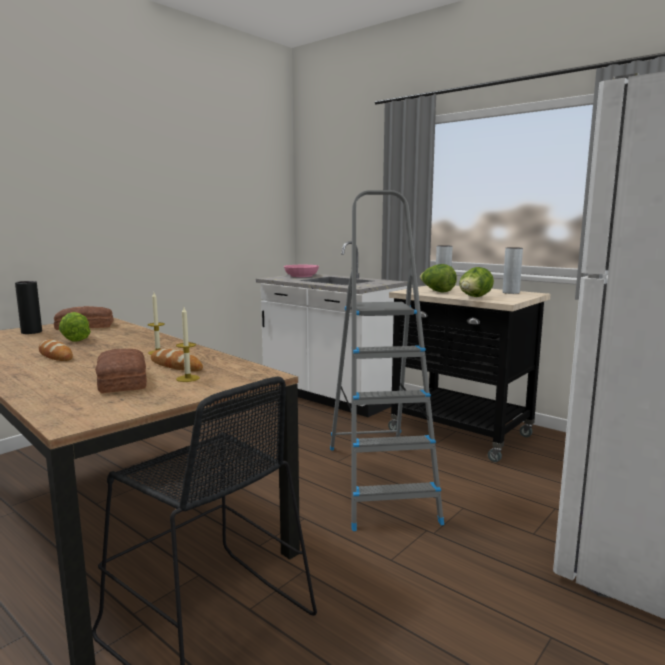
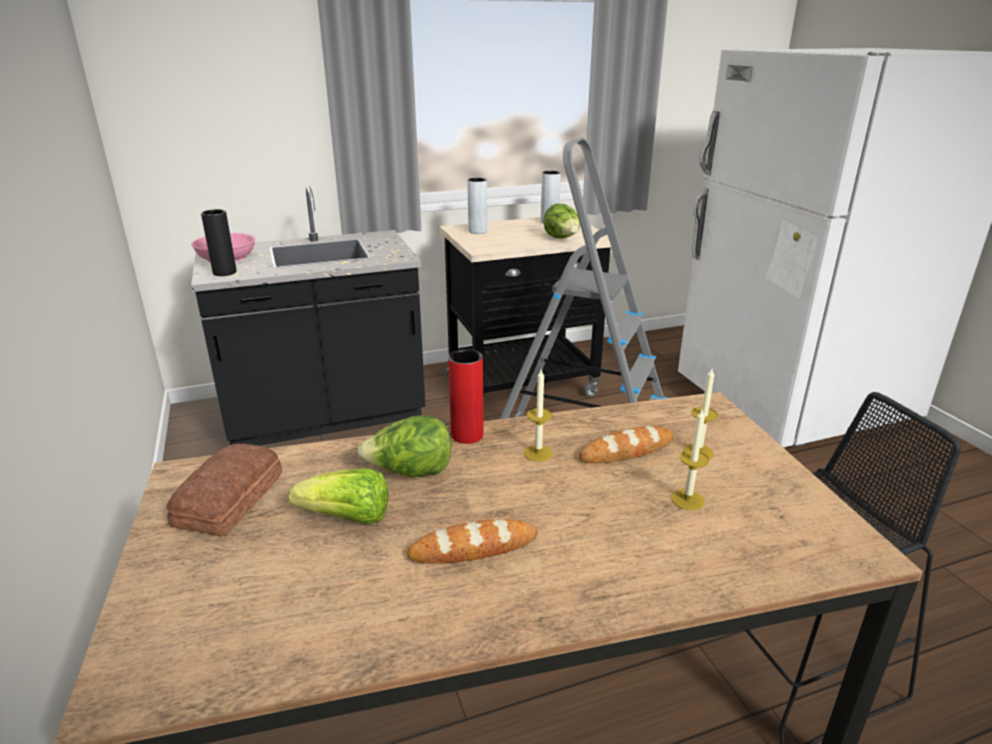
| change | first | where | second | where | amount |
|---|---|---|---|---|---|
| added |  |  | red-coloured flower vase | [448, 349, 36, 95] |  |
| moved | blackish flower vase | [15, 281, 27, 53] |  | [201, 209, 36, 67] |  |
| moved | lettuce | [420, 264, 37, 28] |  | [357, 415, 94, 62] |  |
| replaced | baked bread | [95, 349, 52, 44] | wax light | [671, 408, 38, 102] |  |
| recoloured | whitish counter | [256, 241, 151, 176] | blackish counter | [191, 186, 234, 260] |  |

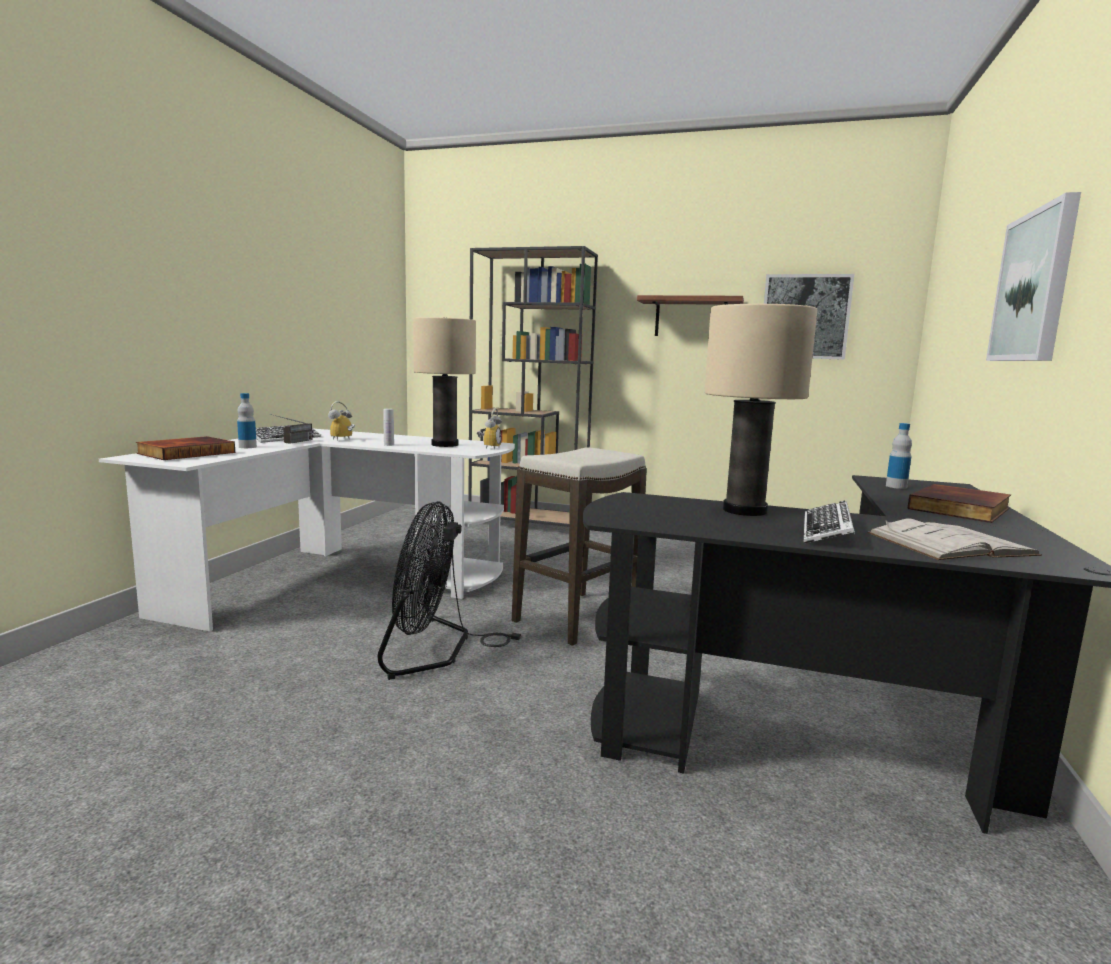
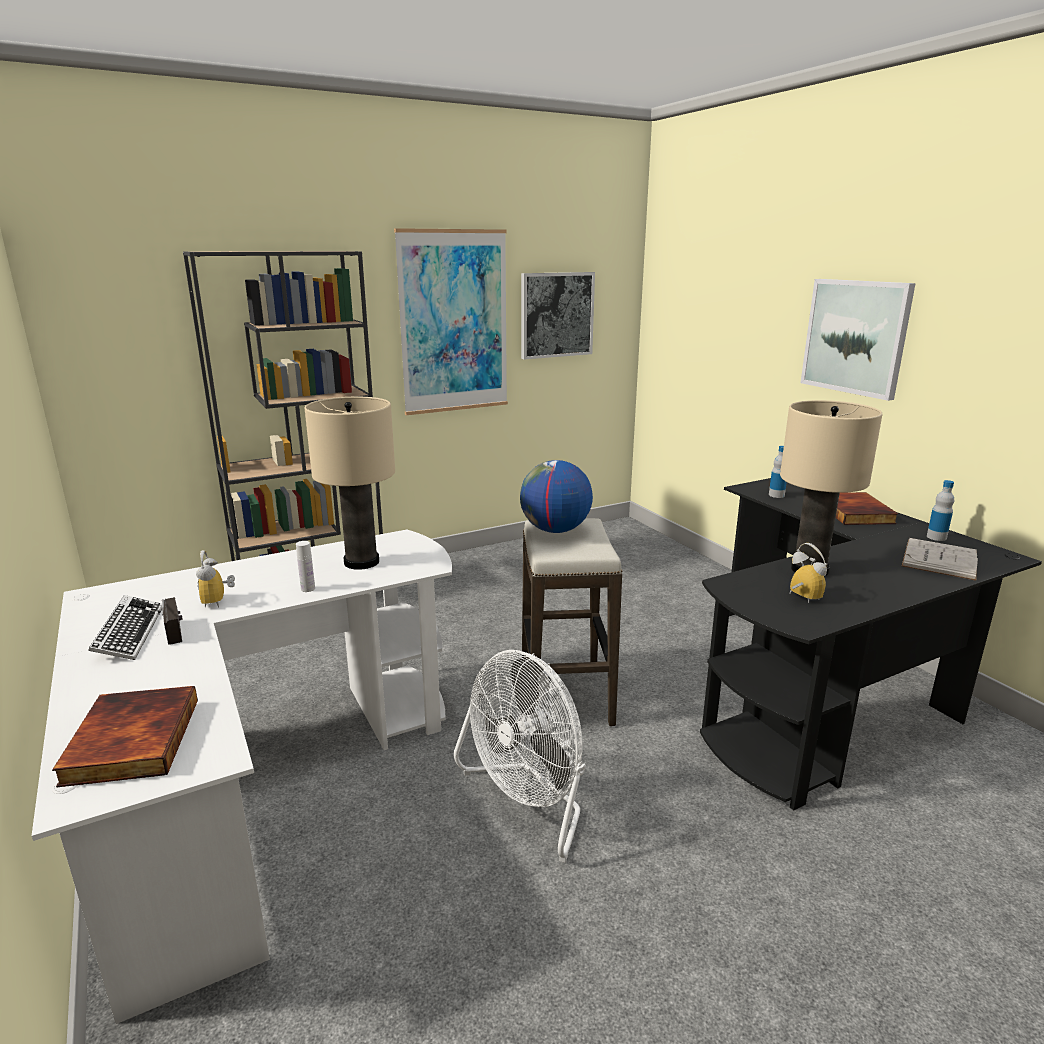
| change | first | where | second | where | amount |
|---|---|---|---|---|---|
| removed | computer keyboard | [803, 500, 52, 44] |  |  |  |
| added |  |  | world globe | [520, 460, 73, 73] |  |
| moved | drink bottle | [237, 393, 20, 55] |  | [927, 480, 27, 61] |  |
| moved | bedside clock | [477, 408, 25, 41] |  | [789, 543, 38, 60] |  |
| replaced | wall shelf | [637, 295, 107, 41] | picture | [394, 228, 114, 187] |  |
| recoloured | blackish cooling fan | [378, 501, 145, 179] | whitish cooling fan | [454, 650, 132, 213] |  |

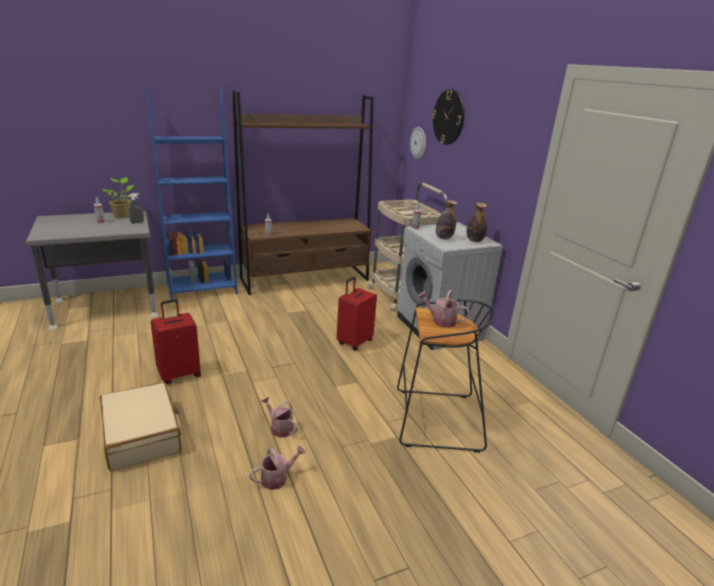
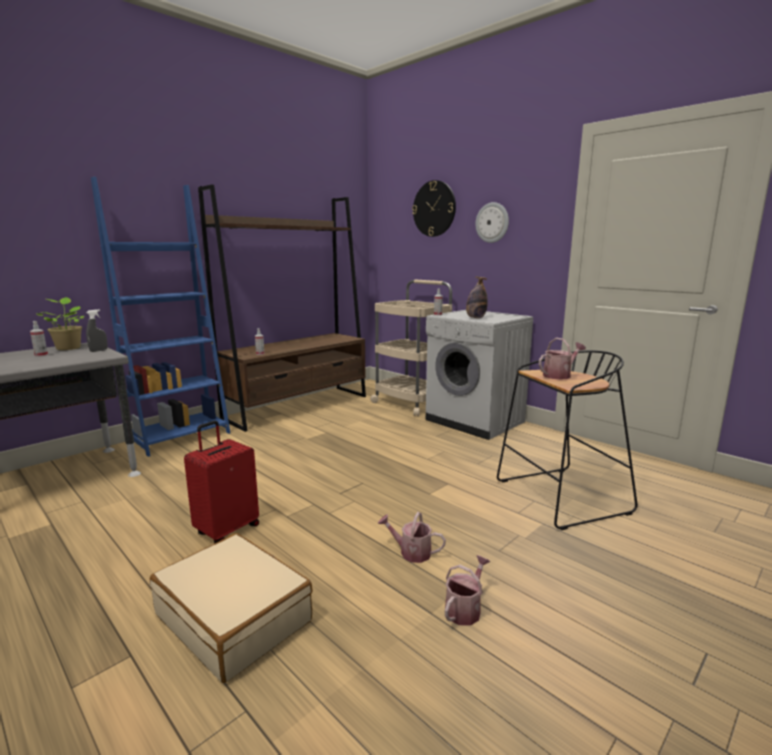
| change | first | where | second | where | amount |
|---|---|---|---|---|---|
| removed | red-coloured piece of luggage | [337, 277, 40, 74] |  |  |  |
| removed | drink bottle | [467, 203, 20, 39] |  |  |  |
| moved | clock on the wall | [410, 127, 16, 32] |  | [475, 202, 34, 41] |  |
| turned | sprinkling can | [417, 290, 53, 38] |  | [539, 338, 47, 42] | 150 degrees clockwise |

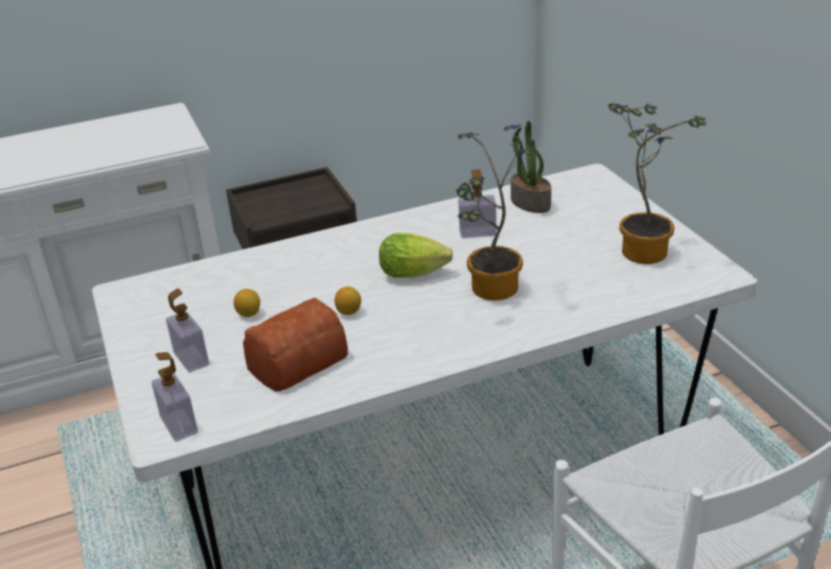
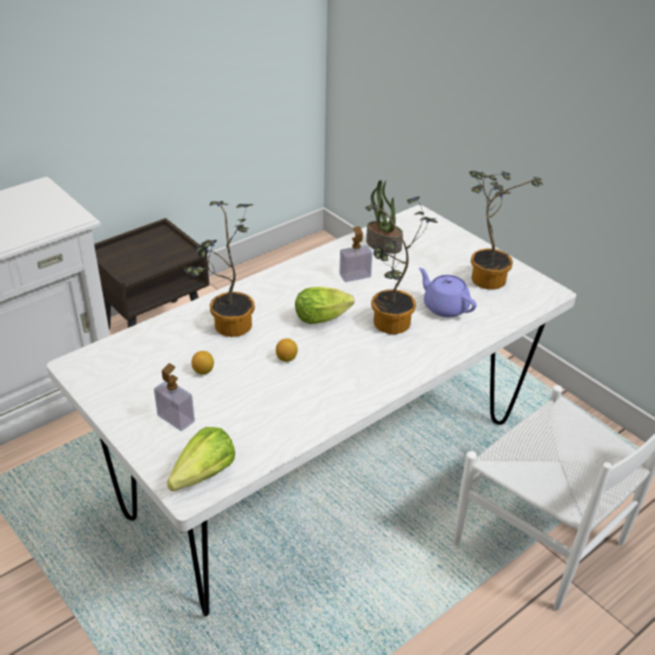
| change | first | where | second | where | amount |
|---|---|---|---|---|---|
| removed | baked bread | [243, 298, 105, 93] |  |  |  |
| added |  |  | plant in a pot | [184, 201, 71, 136] |  |
| added |  |  | purple tea pot | [419, 267, 58, 50] |  |
| replaced | soap bottle | [152, 352, 46, 90] | lettuce | [167, 427, 68, 64] |  |

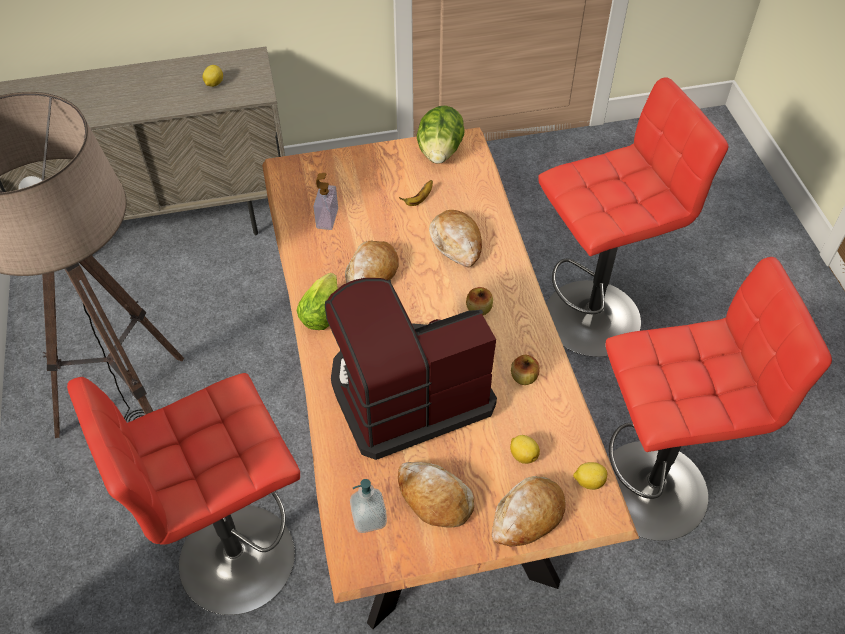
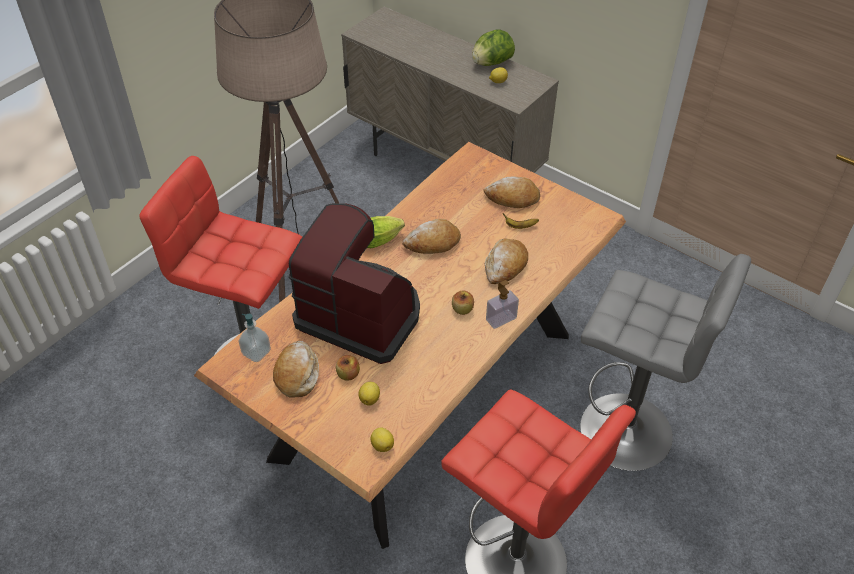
| change | first | where | second | where | amount |
|---|---|---|---|---|---|
| moved | soap bottle | [313, 173, 25, 57] |  | [486, 280, 33, 49] |  |
| moved | lettuce | [417, 105, 47, 59] |  | [472, 30, 43, 36] |  |
| moved | baked bread | [492, 476, 73, 71] |  | [484, 176, 56, 32] |  |
| moved | apple fruit | [511, 355, 29, 30] |  | [336, 355, 24, 26] |  |
| recoloured | red-coloured sitting stool | [538, 77, 190, 280] | greyish sitting stool | [580, 254, 171, 217] |  |

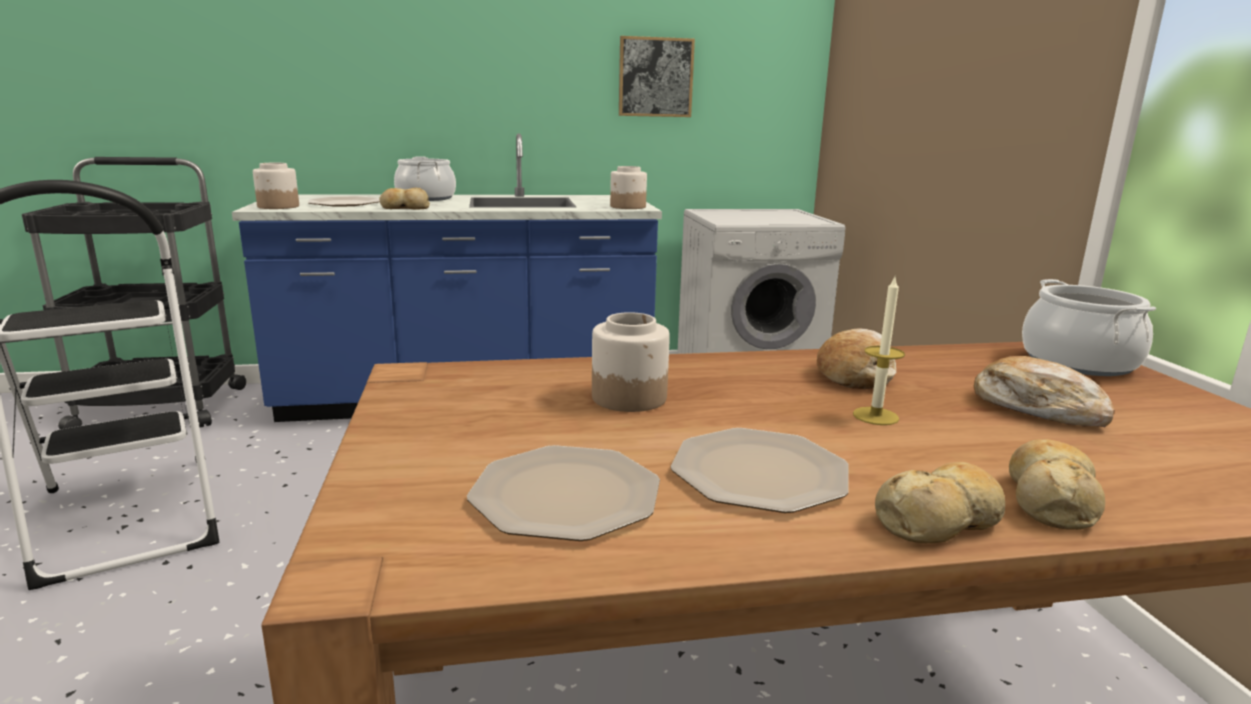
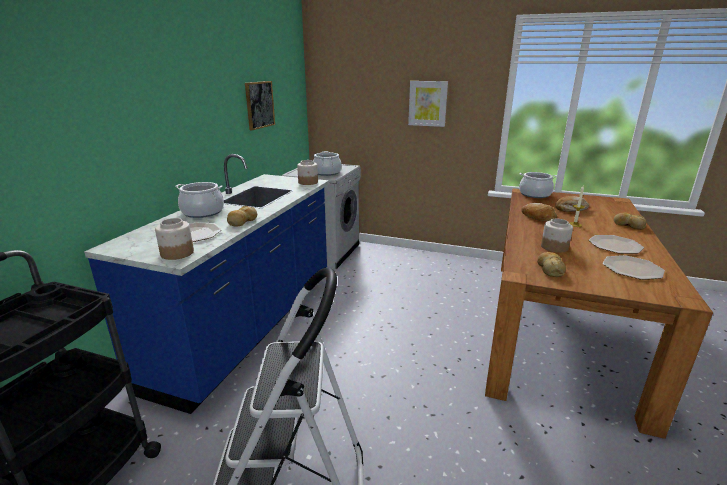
| change | first | where | second | where | amount |
|---|---|---|---|---|---|
| added |  |  | saucepot | [313, 151, 29, 25] |  |
| added |  |  | picture | [408, 81, 40, 46] |  |
| moved | baked bread | [875, 462, 130, 82] |  | [537, 252, 29, 25] |  |

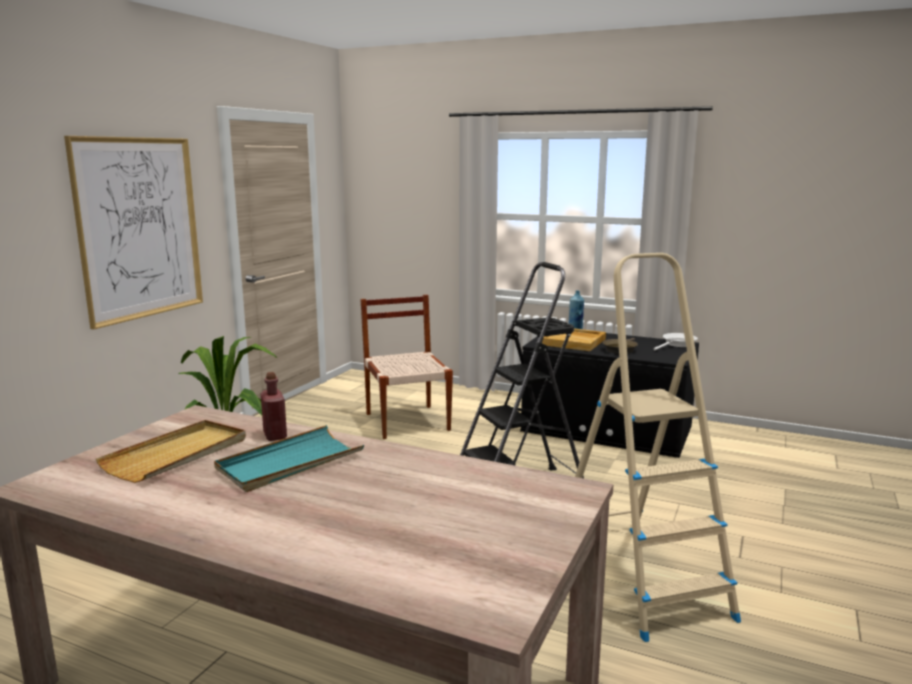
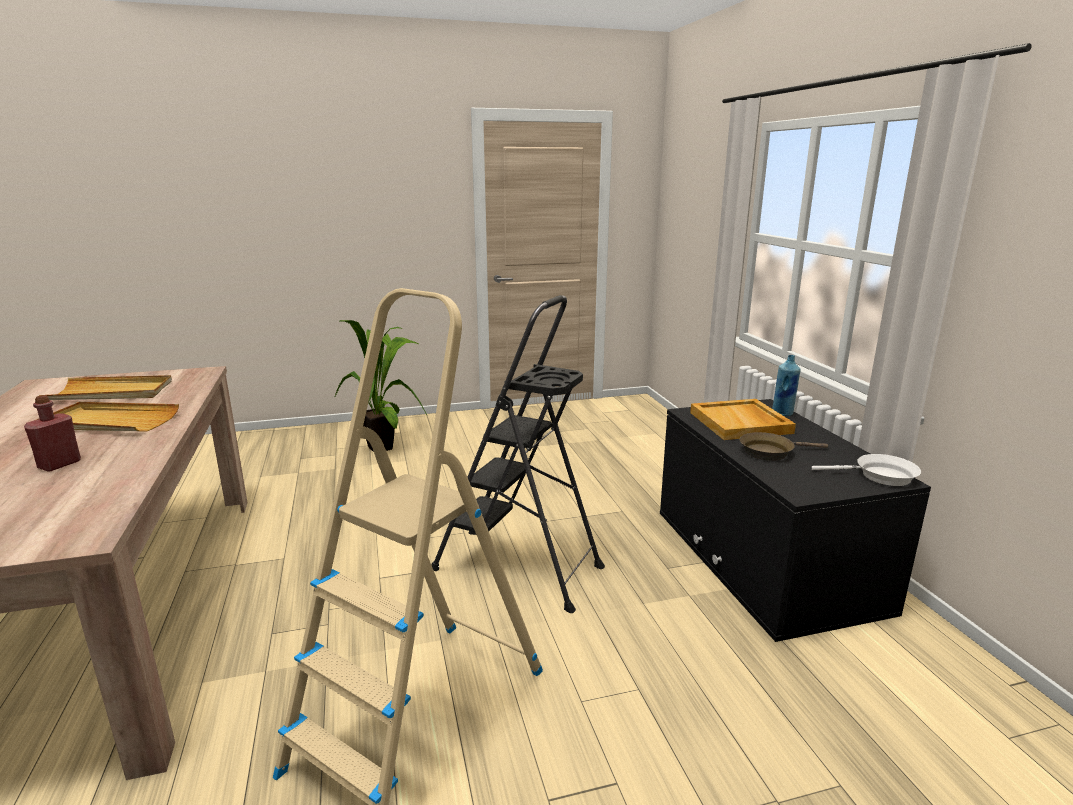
| change | first | where | second | where | amount |
|---|---|---|---|---|---|
| removed | picture | [64, 136, 139, 193] |  |  |  |
| removed | upright chair | [360, 295, 93, 144] |  |  |  |
| moved | red-coloured drink bottle | [261, 372, 26, 69] |  | [24, 395, 57, 77] |  |
| recoloured | turquoise tray | [214, 425, 150, 67] | sand-coloured tray | [36, 402, 143, 29] |  |

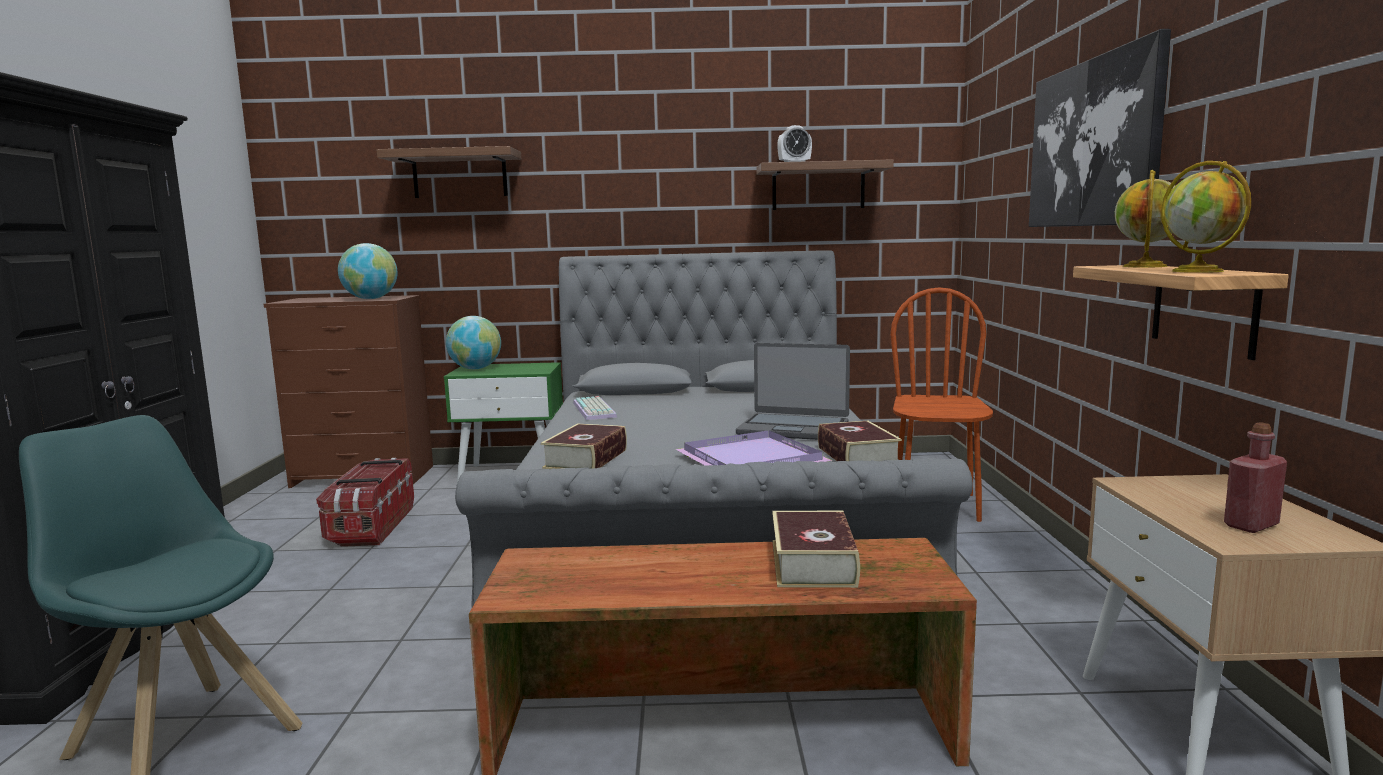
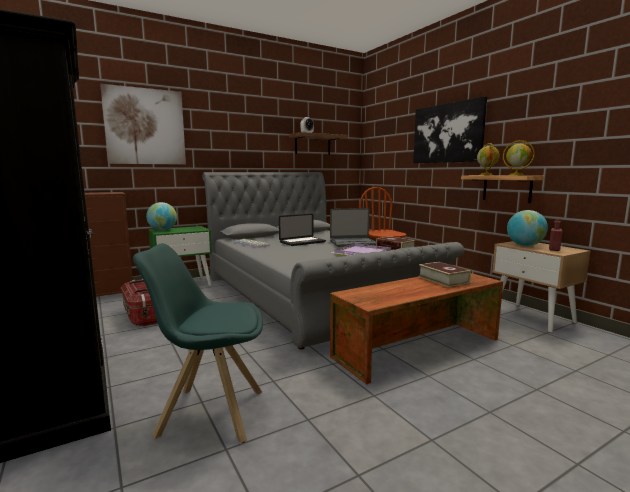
| change | first | where | second | where | amount |
|---|---|---|---|---|---|
| removed | bound book | [541, 424, 86, 45] |  |  |  |
| added |  |  | notebook computer | [279, 214, 47, 32] |  |
| moved | world globe | [338, 243, 59, 56] |  | [507, 210, 41, 36] |  |
| replaced | wall shelf | [377, 146, 144, 52] | picture | [100, 84, 86, 81] |  |

